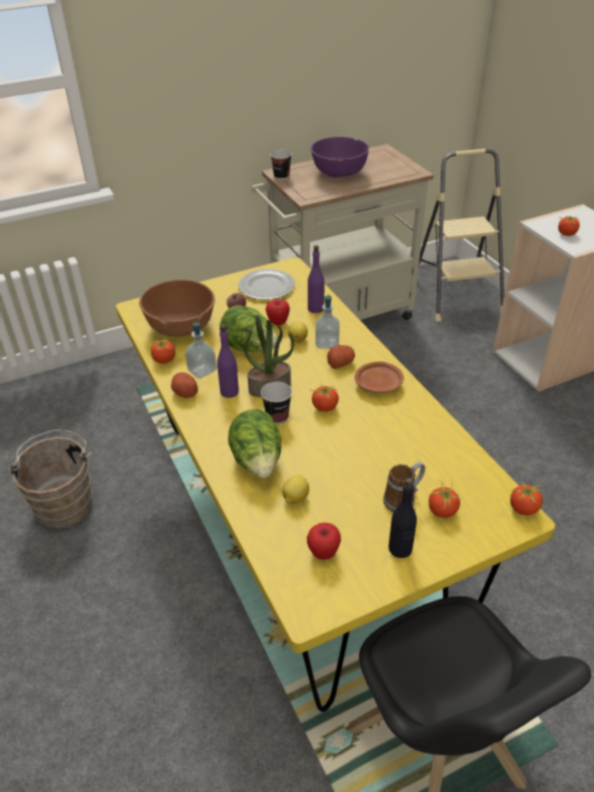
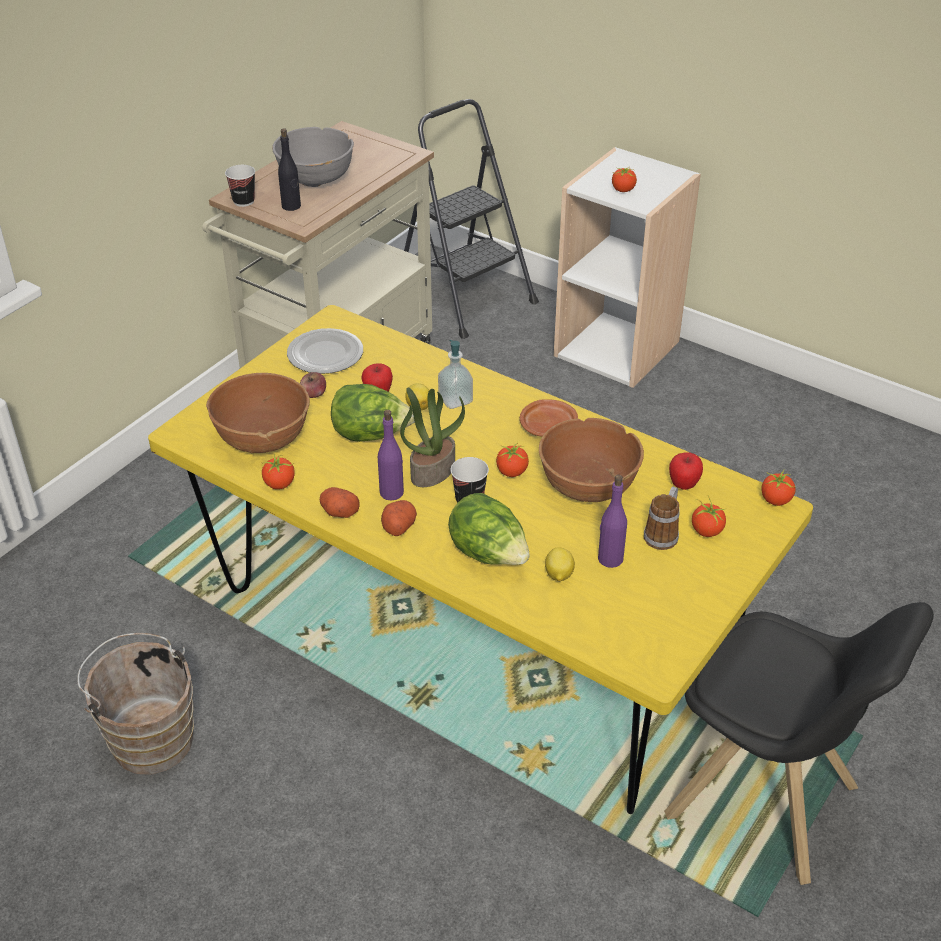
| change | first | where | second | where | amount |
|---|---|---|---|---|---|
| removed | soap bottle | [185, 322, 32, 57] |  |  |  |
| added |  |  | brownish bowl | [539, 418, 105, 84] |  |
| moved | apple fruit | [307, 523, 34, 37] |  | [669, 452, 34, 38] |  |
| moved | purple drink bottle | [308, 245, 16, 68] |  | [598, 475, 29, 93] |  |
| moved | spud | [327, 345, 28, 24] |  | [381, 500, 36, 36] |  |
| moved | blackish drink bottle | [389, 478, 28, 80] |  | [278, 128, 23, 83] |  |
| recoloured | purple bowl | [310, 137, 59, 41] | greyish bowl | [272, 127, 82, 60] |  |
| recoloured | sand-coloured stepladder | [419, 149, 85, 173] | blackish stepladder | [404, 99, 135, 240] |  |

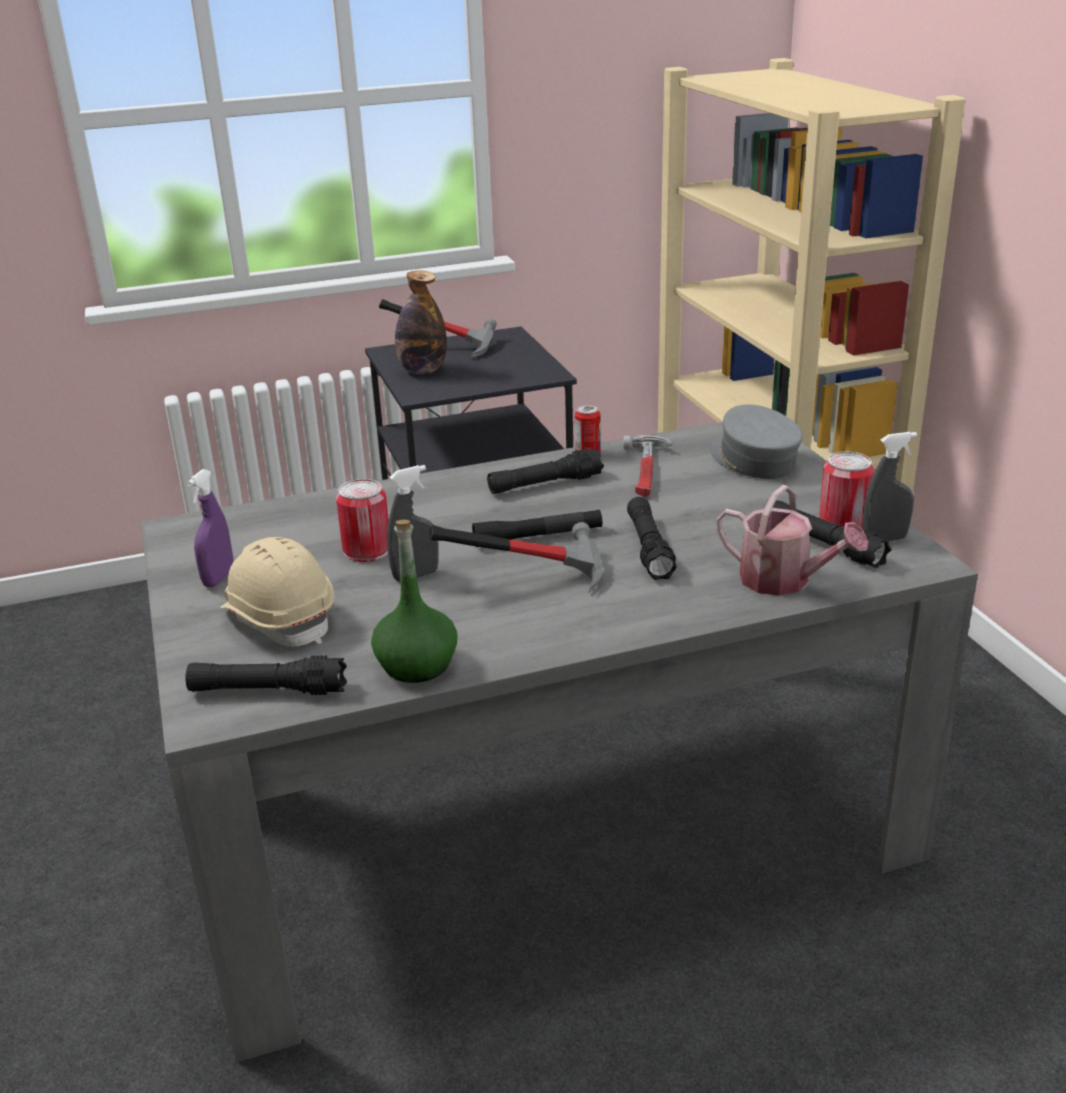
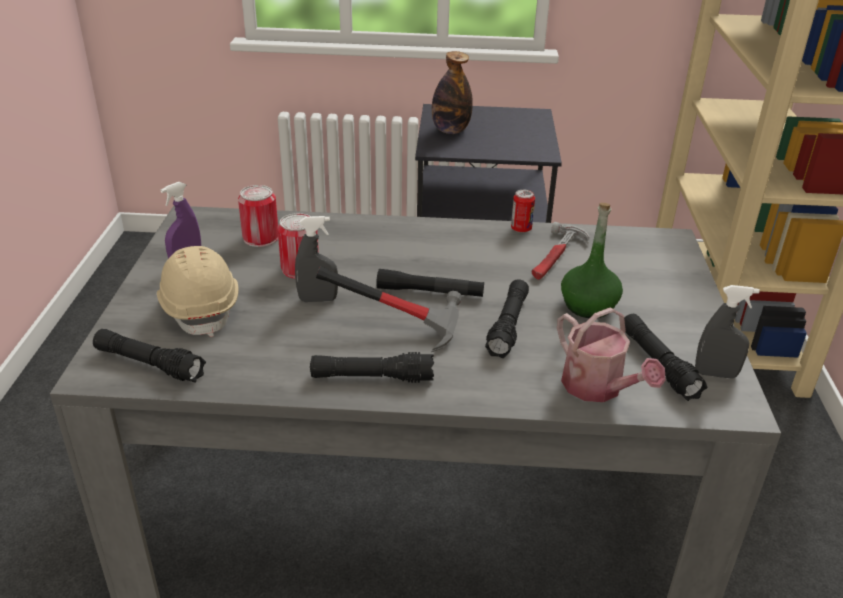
| change | first | where | second | where | amount |
|---|---|---|---|---|---|
| removed | hand hammer | [379, 299, 118, 59] |  |  |  |
| removed | greyish peaked cap | [710, 404, 93, 75] |  |  |  |
| moved | greenish drink bottle | [371, 520, 87, 163] |  | [561, 203, 62, 115] |  |
| moved | blackish flashlight | [487, 449, 117, 45] |  | [310, 352, 124, 31] |  |
| moved | metal can | [819, 452, 55, 76] |  | [238, 185, 40, 62] |  |

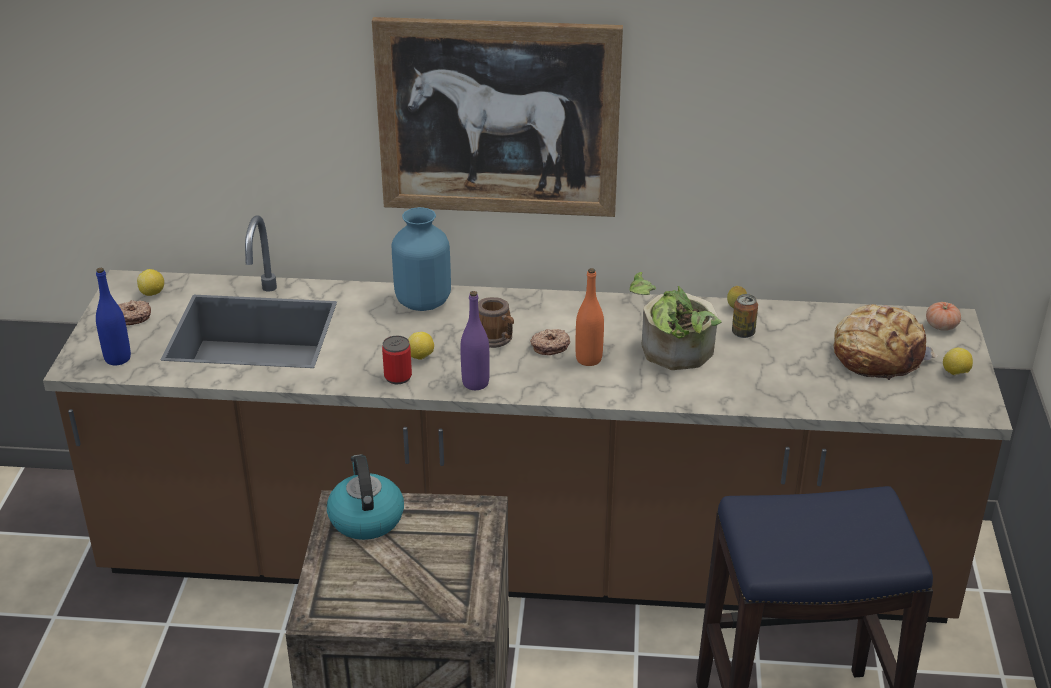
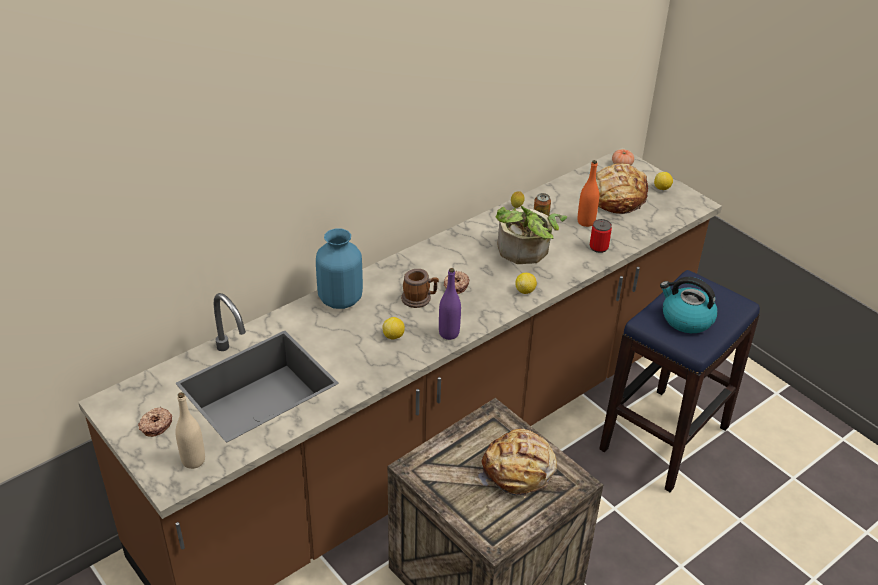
| change | first | where | second | where | amount |
|---|---|---|---|---|---|
| removed | picture | [372, 17, 251, 200] |  |  |  |
| added |  |  | baked bread | [475, 429, 82, 69] |  |
| moved | whole lemon | [137, 269, 27, 27] |  | [515, 273, 22, 21] |  |
| moved | tea kettle | [327, 455, 77, 85] |  | [660, 277, 57, 56] |  |
| moved | metal can | [382, 336, 30, 48] |  | [590, 219, 22, 34] |  |
| moved | orange-coloured drink bottle | [576, 268, 28, 98] |  | [578, 160, 21, 67] |  |
| recoloured | bluish drink bottle | [96, 268, 35, 97] | sand-coloured drink bottle | [175, 392, 30, 77] |  |

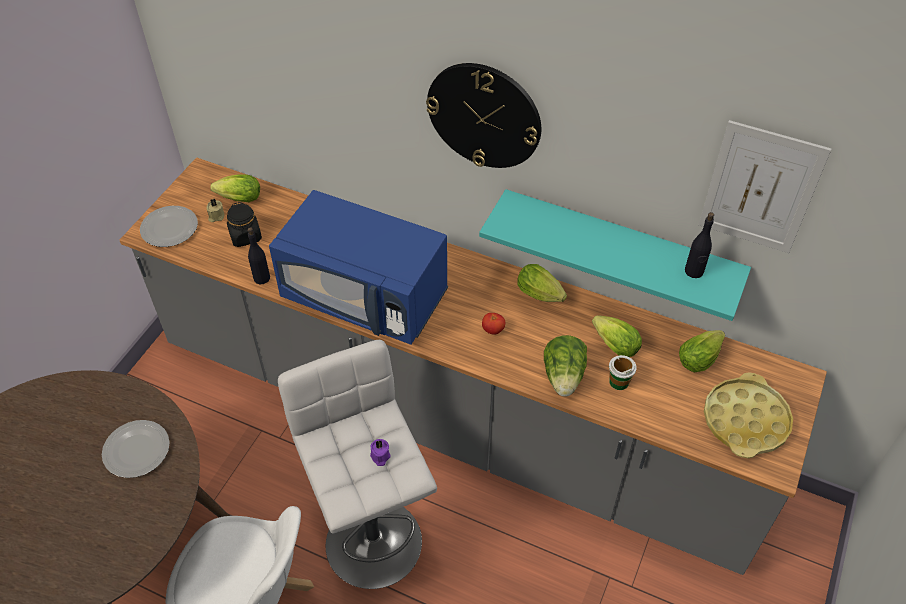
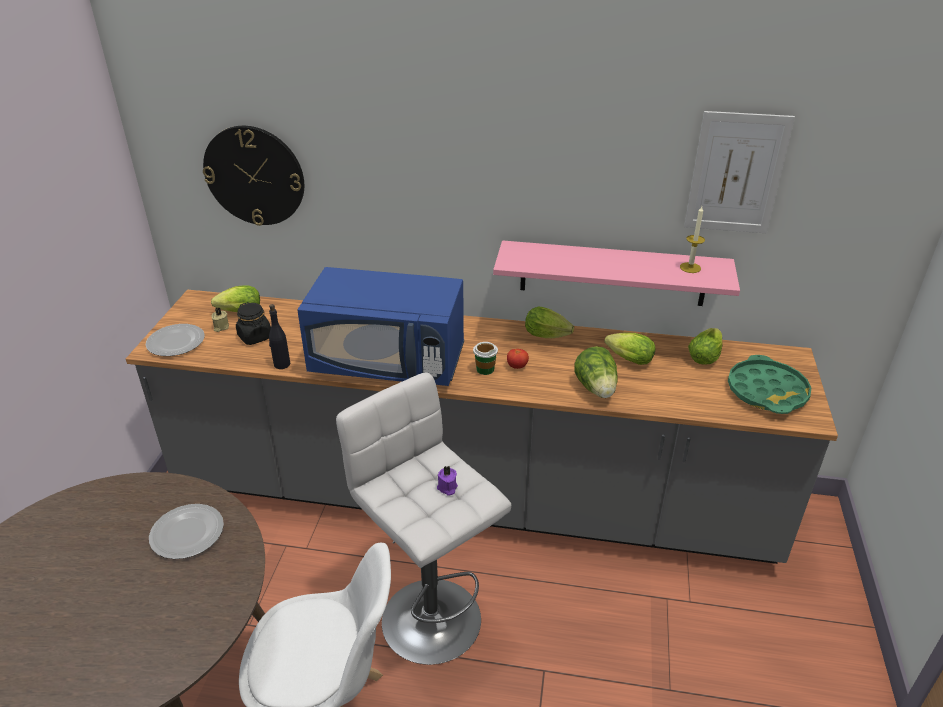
| change | first | where | second | where | amount |
|---|---|---|---|---|---|
| moved | clock on the wall | [426, 63, 115, 105] |  | [203, 126, 101, 100] |  |
| moved | small cup | [609, 355, 28, 35] |  | [473, 342, 25, 33] |  |
| replaced | blackish drink bottle | [685, 212, 29, 66] | wax light | [680, 206, 25, 67] |  |
| recoloured | turquoise wall shelf | [479, 189, 272, 132] | pinkish wall shelf | [493, 240, 247, 66] |  |
| recoloured | yellow tray | [704, 372, 89, 86] | greenish tray | [728, 355, 83, 59] |  |

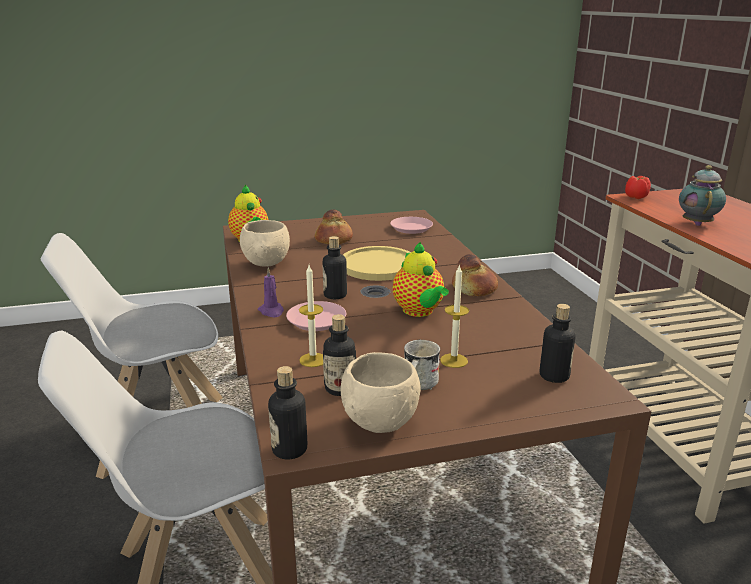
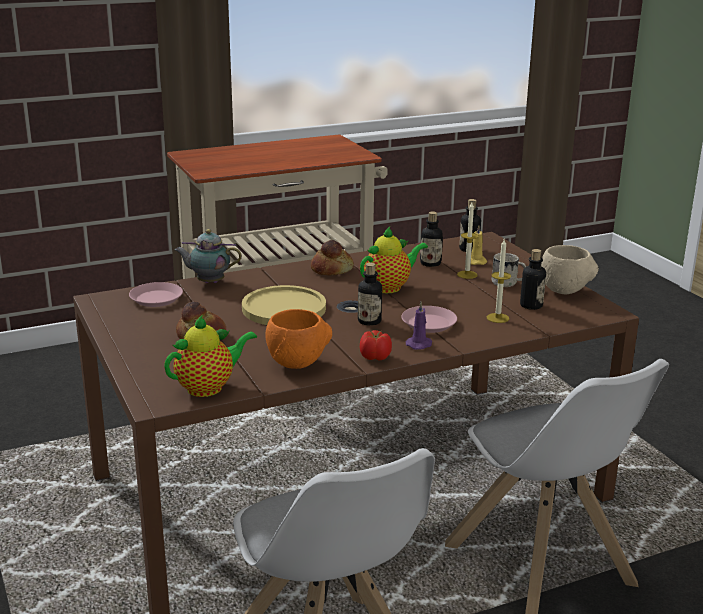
| change | first | where | second | where | amount |
|---|---|---|---|---|---|
| added |  |  | yellow wax light | [471, 225, 16, 40] |  |
| moved | drink bottle | [268, 366, 39, 94] |  | [420, 212, 23, 55] |  |
| moved | whole tomato | [625, 176, 26, 23] |  | [360, 330, 32, 31] |  |
| moved | tea pot | [679, 165, 47, 61] |  | [175, 229, 67, 54] |  |
| recoloured | sand-coloured bowl | [240, 220, 50, 47] | orange-coloured bowl | [266, 309, 66, 60] |  |

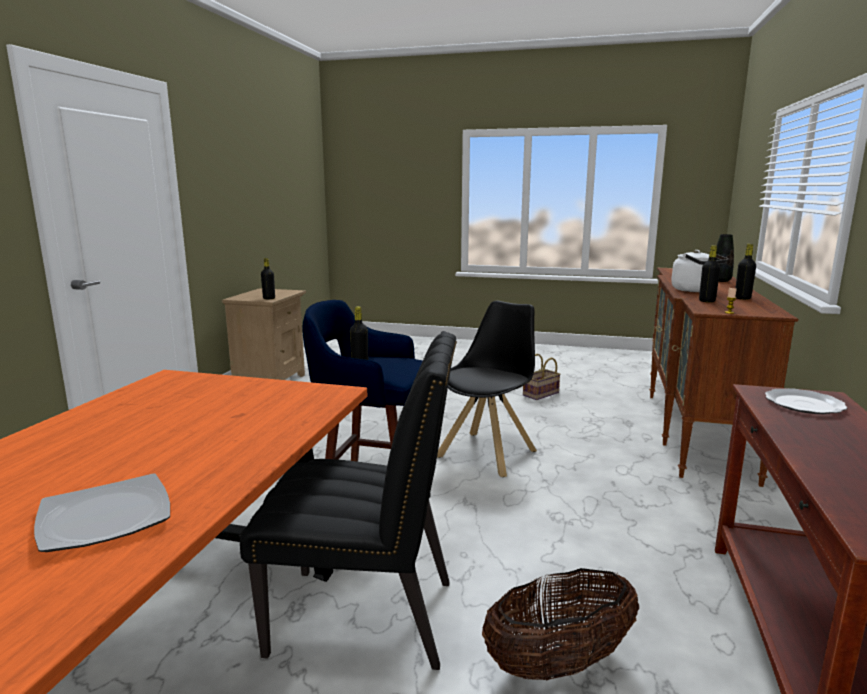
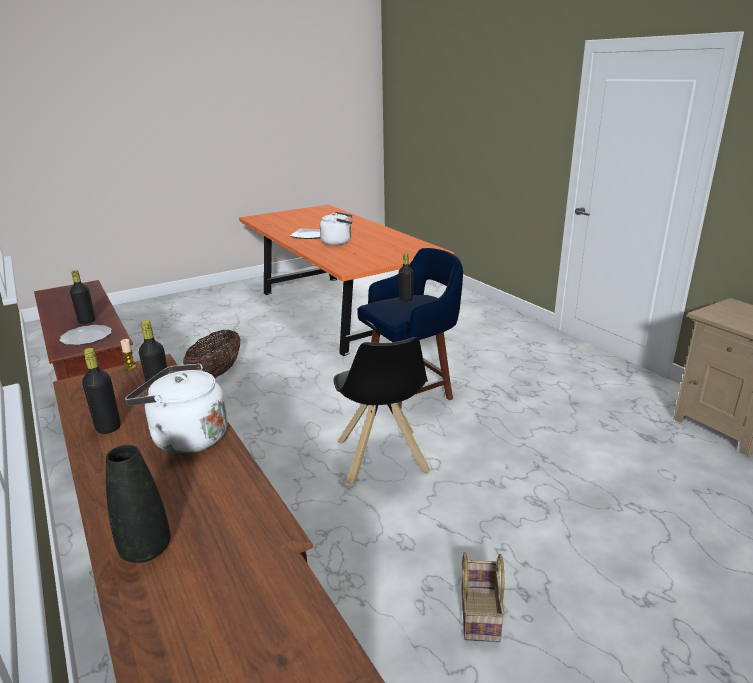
| change | first | where | second | where | amount |
|---|---|---|---|---|---|
| removed | blackish upright chair | [240, 331, 217, 339] |  |  |  |
| added |  |  | whitish tea kettle | [320, 212, 33, 33] |  |
| moved | blackish drink bottle | [261, 258, 14, 41] |  | [70, 270, 25, 54] |  |

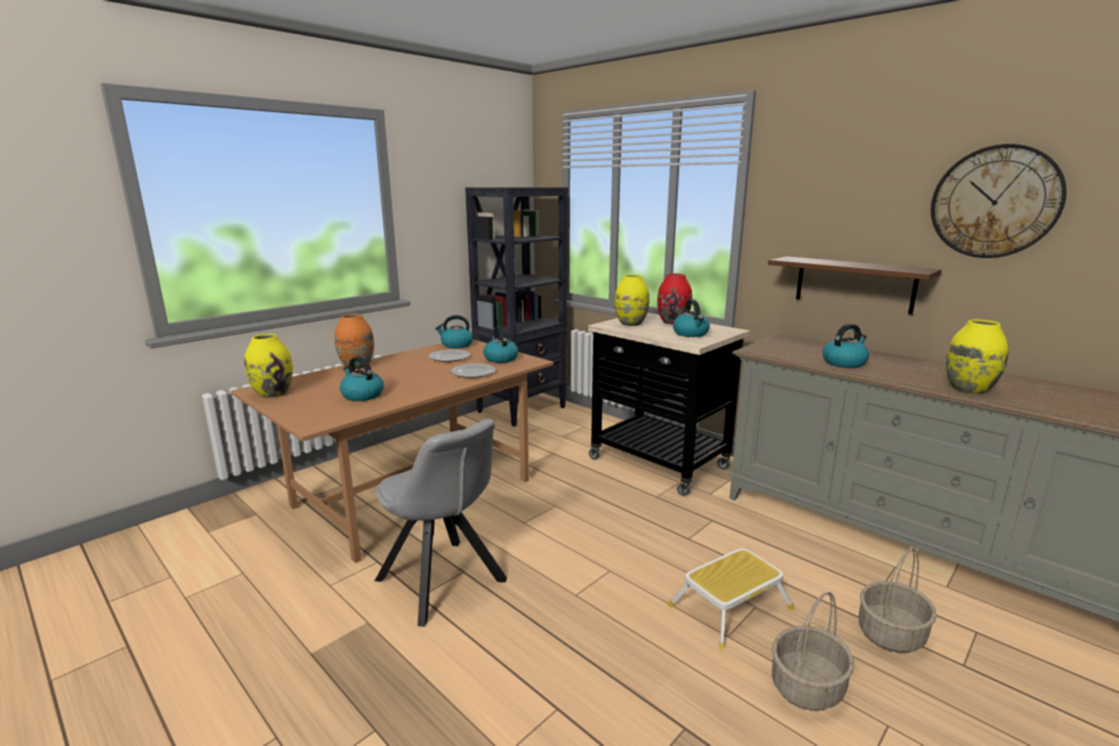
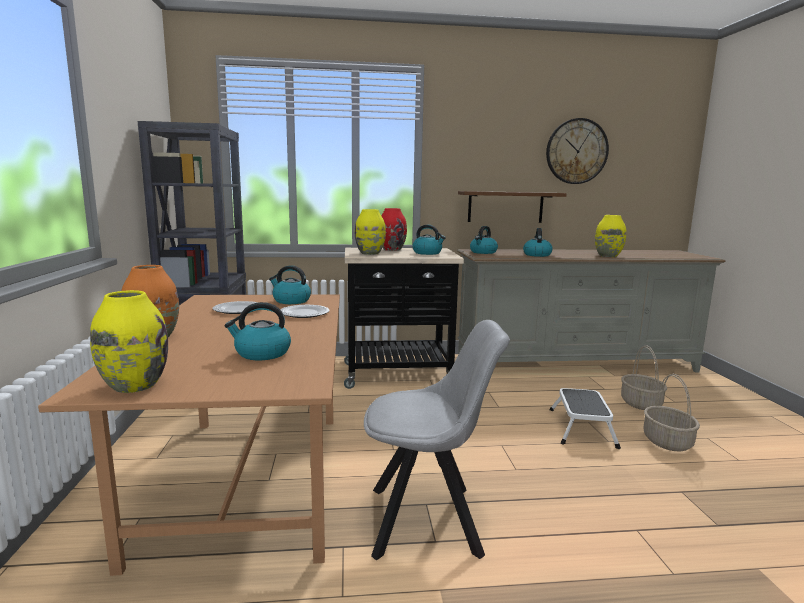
| change | first | where | second | where | amount |
|---|---|---|---|---|---|
| moved | tea kettle | [435, 315, 38, 33] |  | [470, 226, 28, 28] |  |
| recoloured | yellow stepladder | [668, 548, 127, 102] | blackish stepladder | [549, 388, 72, 61] |  |

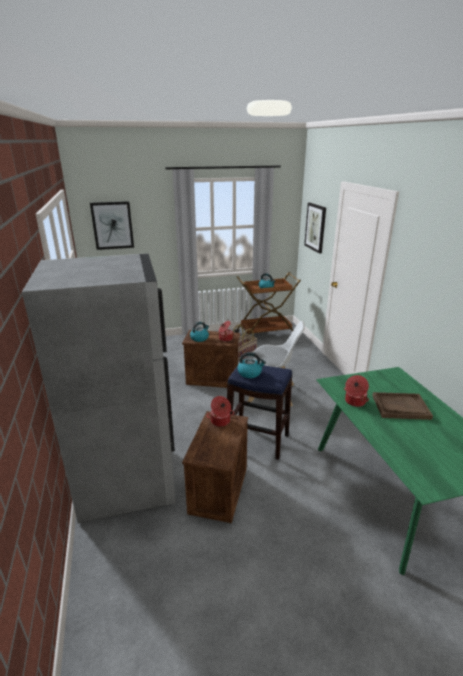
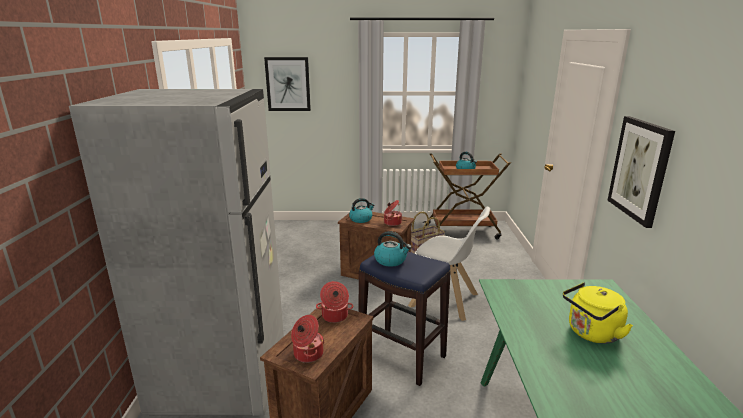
| change | first | where | second | where | amount |
|---|---|---|---|---|---|
| moved | picture | [304, 203, 22, 51] |  | [607, 116, 68, 112] |  |
| moved | saucepot | [344, 375, 25, 32] |  | [291, 315, 33, 48] |  |
| replaced | brownish tray | [372, 392, 61, 28] | yellow tea kettle | [563, 282, 70, 62] |  |

